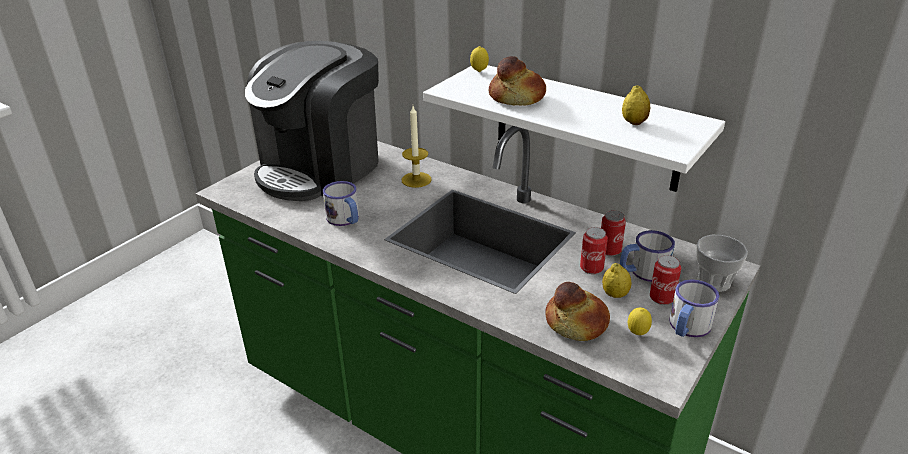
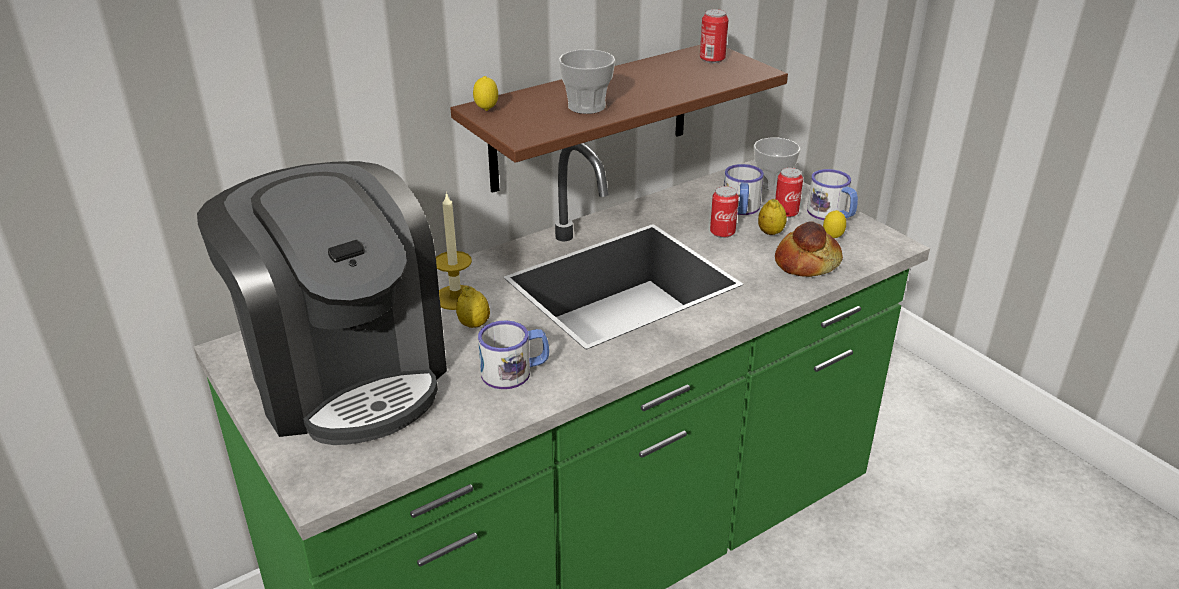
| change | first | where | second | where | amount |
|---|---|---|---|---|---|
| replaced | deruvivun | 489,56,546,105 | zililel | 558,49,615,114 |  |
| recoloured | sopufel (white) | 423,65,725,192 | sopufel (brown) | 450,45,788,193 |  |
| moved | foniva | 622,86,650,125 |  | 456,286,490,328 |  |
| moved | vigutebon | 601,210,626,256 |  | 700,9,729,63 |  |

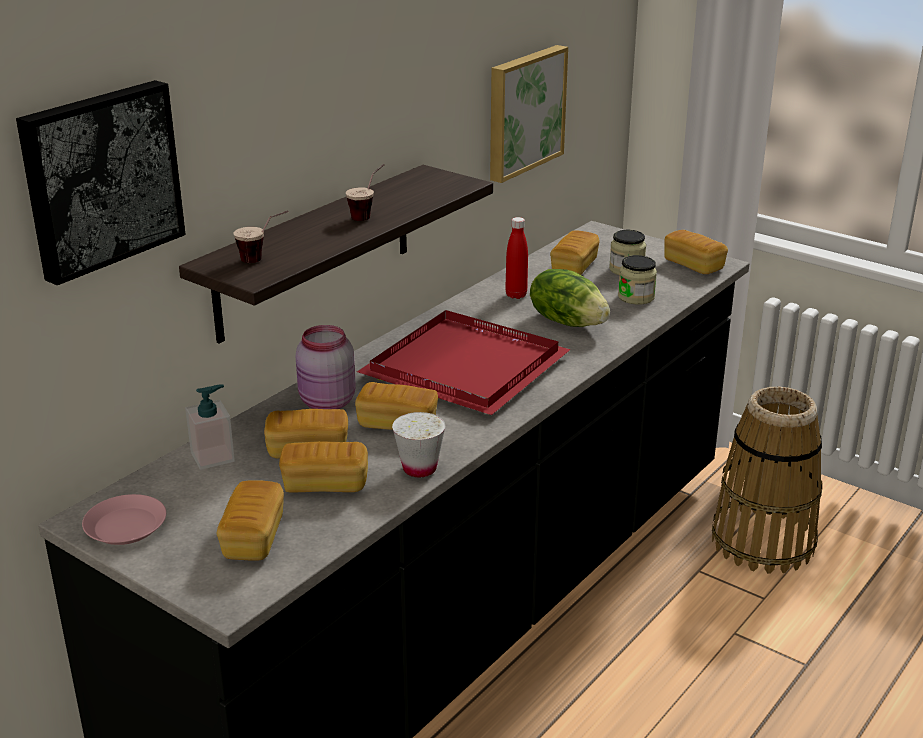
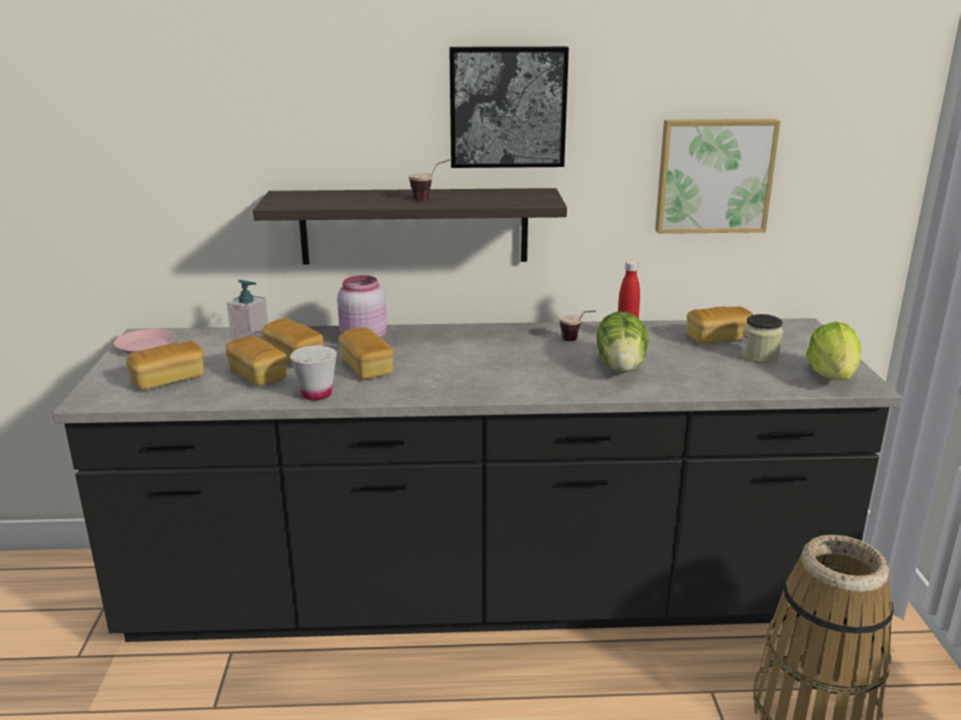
| change | first | where | second | where | amount |
|---|---|---|---|---|---|
| moved | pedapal | 16,80,186,285 |  | 449,46,569,168 |  |
| moved | zililel | 233,211,288,263 |  | 559,311,596,341 |  |
| replaced | deruvivun | 664,230,728,274 | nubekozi | 806,322,861,380 |  |
| removed | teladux | 618,255,657,305 |  |  |  |
| removed | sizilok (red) | 357,310,571,415 |  |  |  |

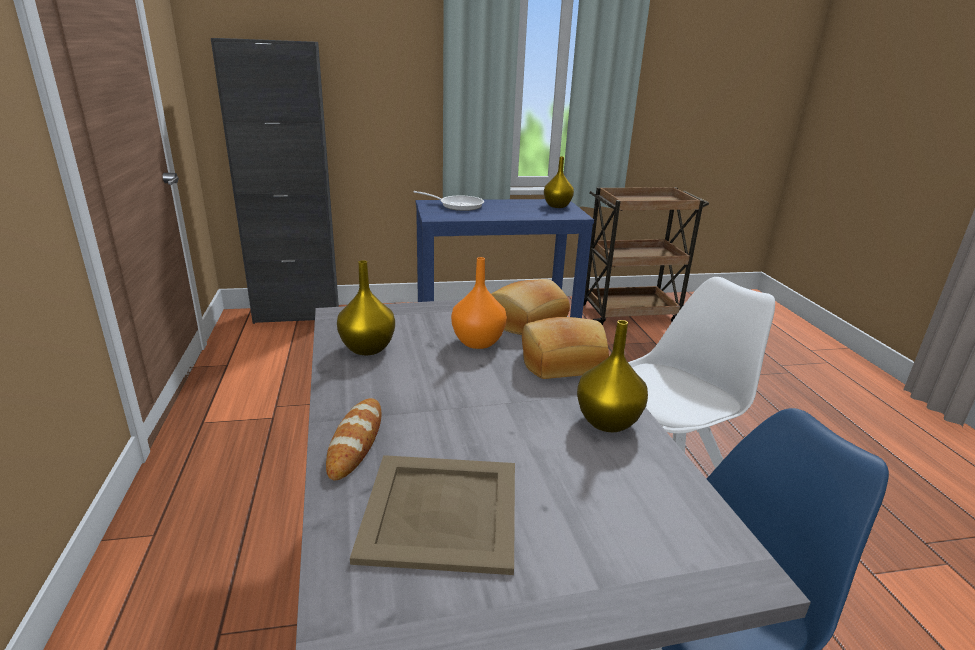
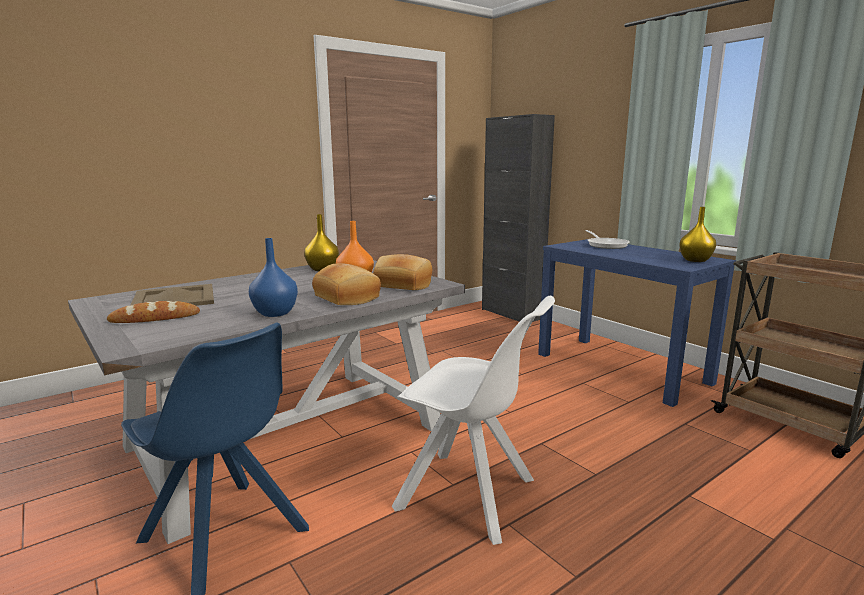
| change | first | where | second | where | amount |
|---|---|---|---|---|---|
| recoloured | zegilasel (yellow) | 577,320,648,432 | zegilasel (blue) | 249,238,298,317 |  |
| moved | deruvivun | 326,398,381,480 |  | 107,301,200,323 |  |

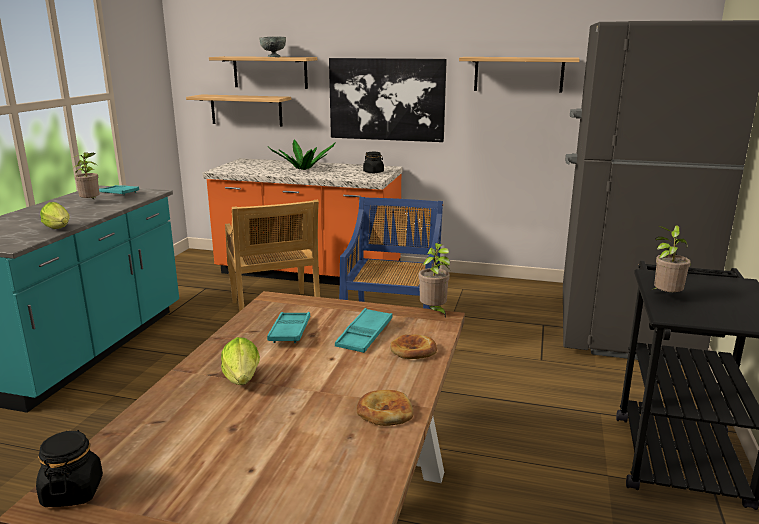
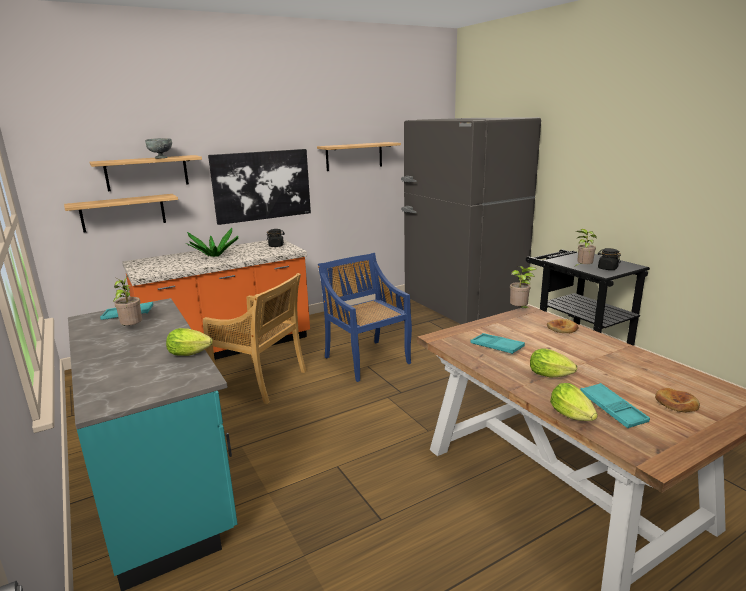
| change | first | where | second | where | amount |
|---|---|---|---|---|---|
| moved | sizilok (turquoise) | 335,308,392,353 |  | 580,383,650,428 |  |
| moved | deruvivun | 356,390,413,426 |  | 655,388,700,412 |  |
| moved | teladux (black) | 36,430,103,507 |  | 598,248,621,270 |  |
| added |  |  | nubekozi | 550,383,598,421 |  |

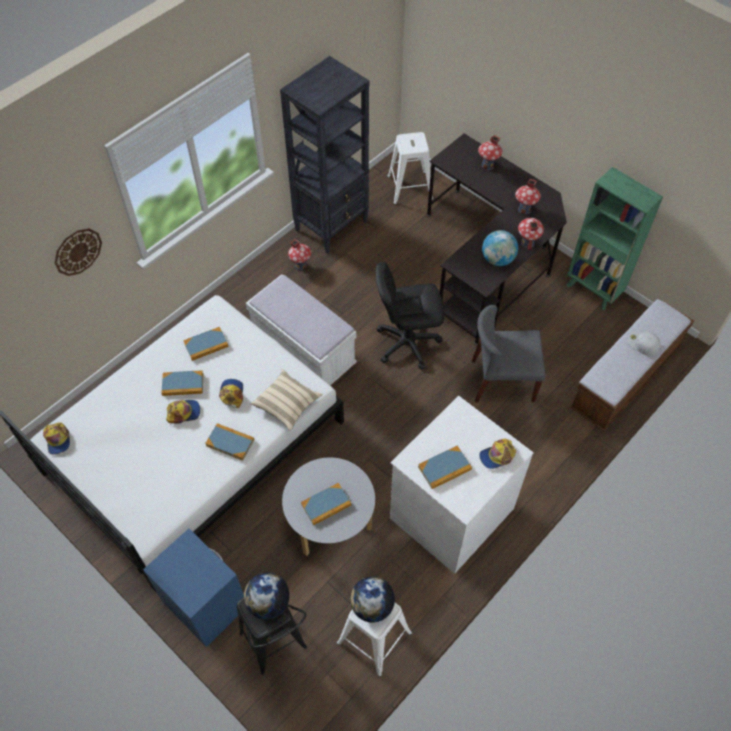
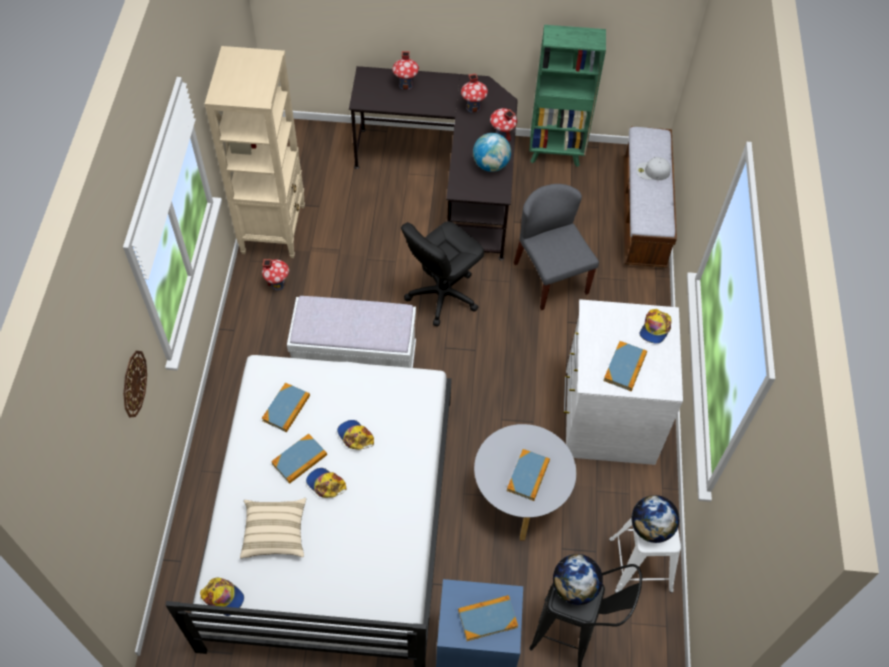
| change | first | where | second | where | amount |
|---|---|---|---|---|---|
| recoloured | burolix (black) | 280,56,370,254 | burolix (beige) | 205,46,305,258 |  |
| removed | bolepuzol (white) | 387,132,433,204 |  |  |  |
| turned | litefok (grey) | 472,305,545,403 |  | 514,184,599,310 | 105 degrees clockwise |
| moved | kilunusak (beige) | 251,369,322,430 |  | 240,498,306,559 |  |
| turned | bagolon | 166,400,200,424 |  | 306,468,347,498 | 90 degrees counterclockwise |
| moved | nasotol | 205,423,254,461 |  | 458,595,518,641 |  |

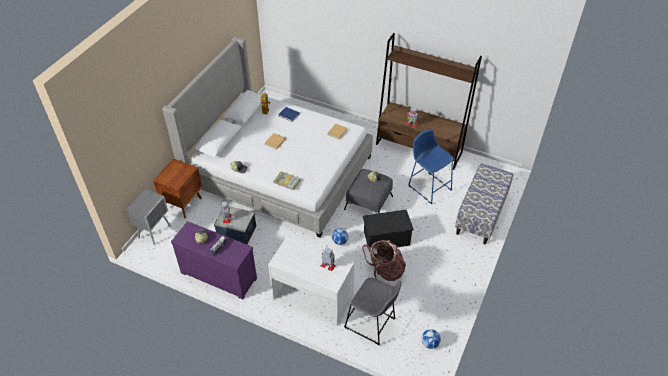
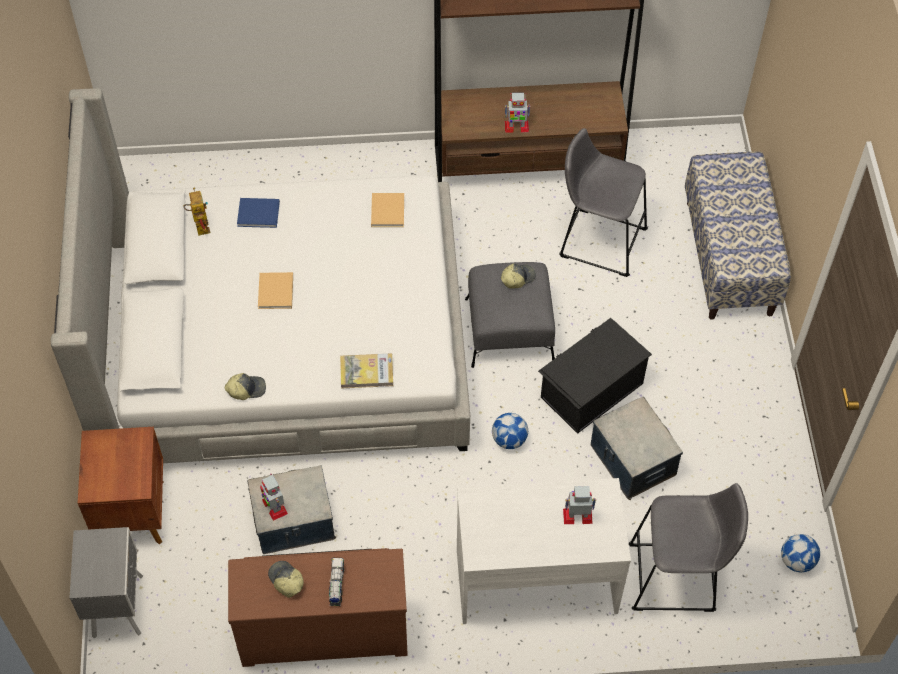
| change | first | where | second | where | amount |
|---|---|---|---|---|---|
| recoloured | bolepuzol (blue) | 408,129,453,204 | bolepuzol (grey) | 559,128,648,277 |  |
| recoloured | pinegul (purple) | 171,221,257,300 | pinegul (brown) | 228,548,408,667 |  |
| replaced | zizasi | 362,240,406,281 | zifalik | 591,397,683,500 |  |

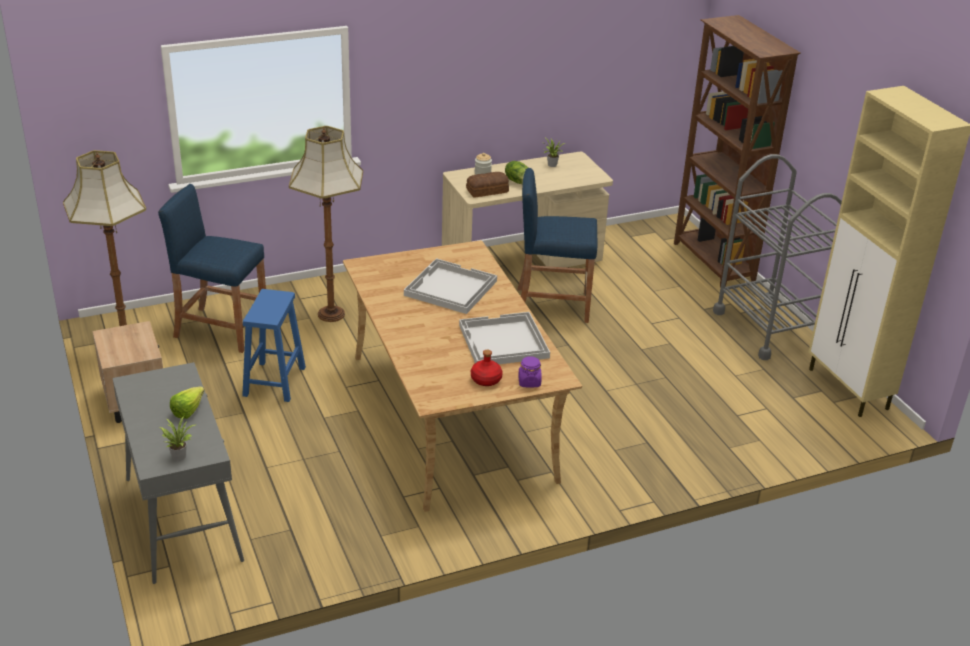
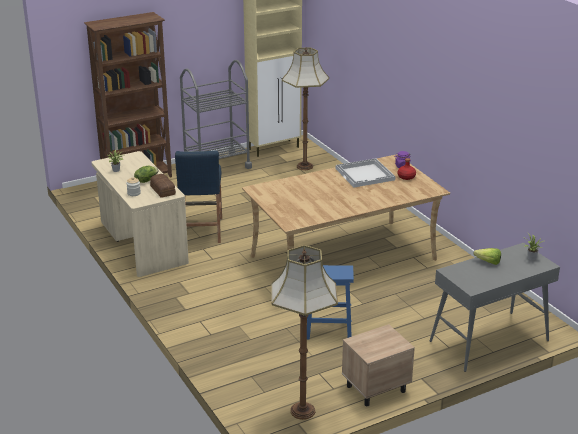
| change | first | where | second | where | amount |
|---|---|---|---|---|---|
| moved | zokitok | 289,126,363,322 |  | 282,47,329,170 |  |
| removed | bolepuzol (blue) | 158,184,266,353 |  |  |  |
| removed | sizilok (white) | 404,258,497,314 |  |  |  |

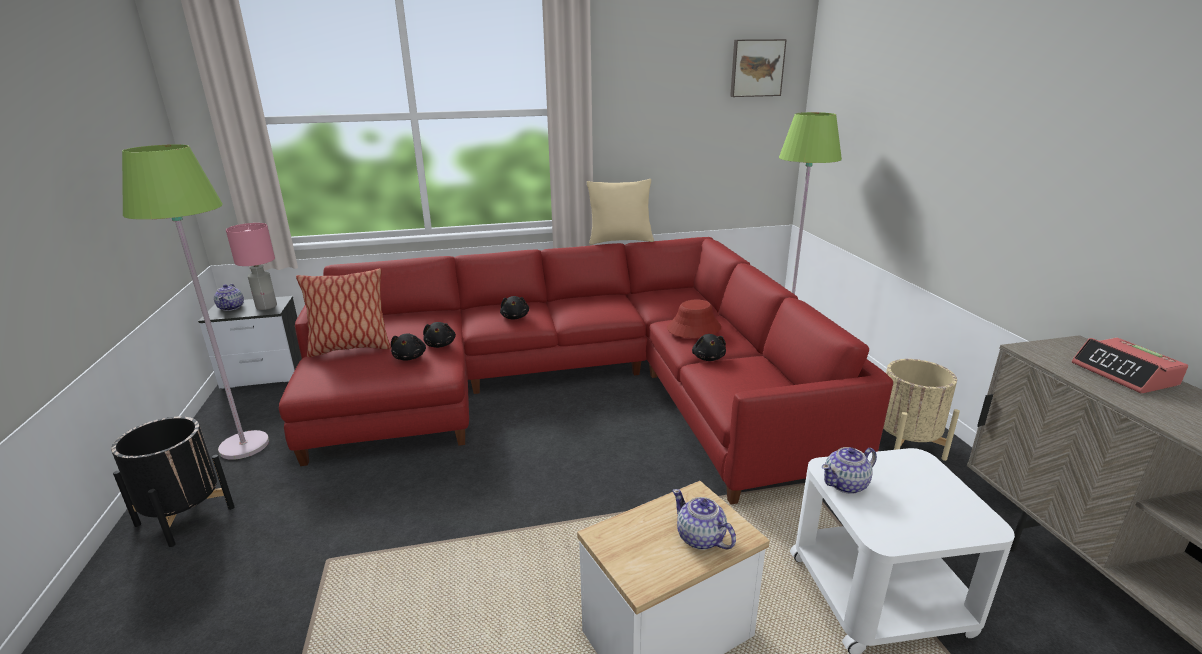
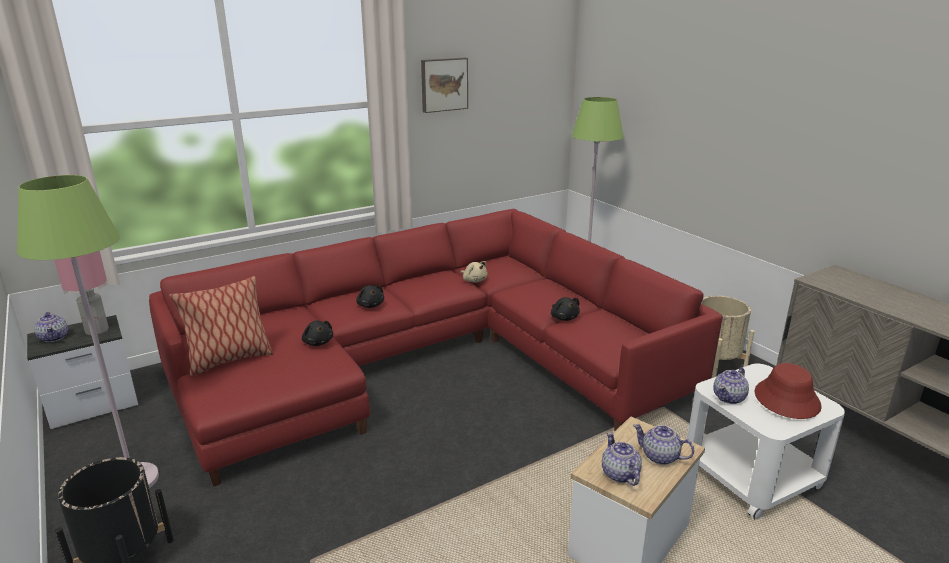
| change | first | where | second | where | amount |
|---|---|---|---|---|---|
| moved | pedapal | 730,39,787,97 |  | 421,58,468,113 |  |
| removed | kilunusak (beige) | 587,179,654,245 |  |  |  |
| moved | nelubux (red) | 667,300,721,338 |  | 755,363,822,419 |  |
| removed | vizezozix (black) | 391,333,426,361 |  |  |  |
| removed | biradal | 1072,338,1188,394 |  |  |  |
| added |  |  | vizezozix (beige) | 460,261,487,283 |  |
| added |  |  | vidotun | 602,432,642,486 |  |

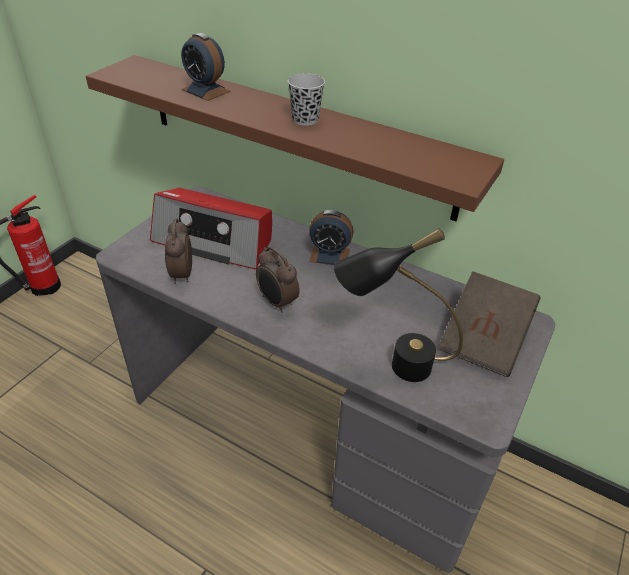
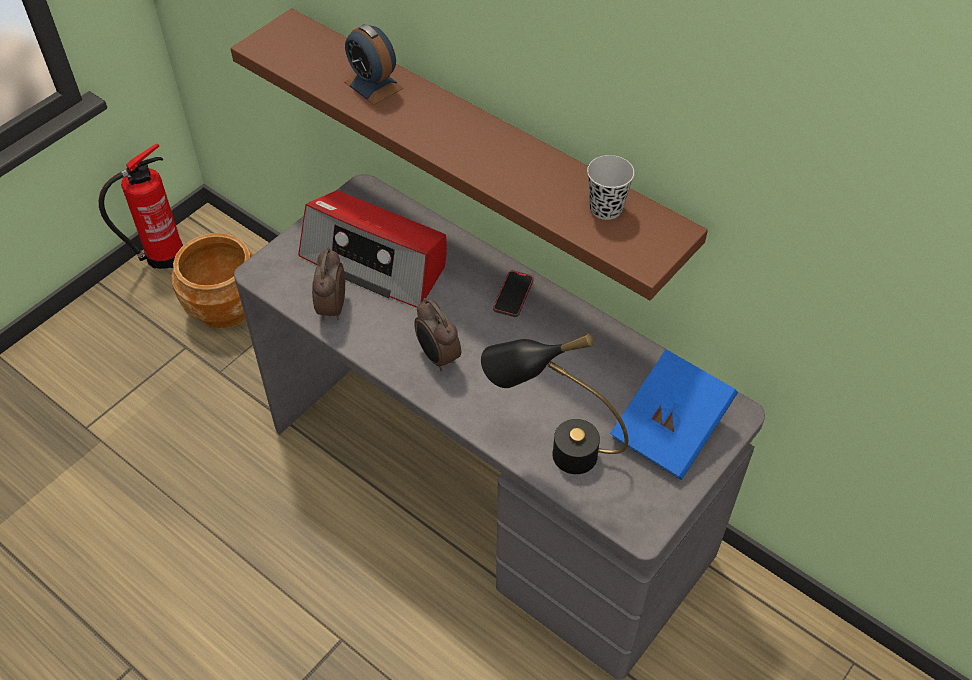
| change | first | where | second | where | amount |
|---|---|---|---|---|---|
| moved | zililel (black) | 288,73,325,126 |  | 587,155,634,220 |  |
| replaced | biradal | 309,210,353,265 | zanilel | 493,270,534,317 |  |
| recoloured | nasotol (brown) | 439,271,541,377 | nasotol (blue) | 610,349,738,480 |  |
| added |  |  | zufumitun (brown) | 171,233,254,329 |  |

